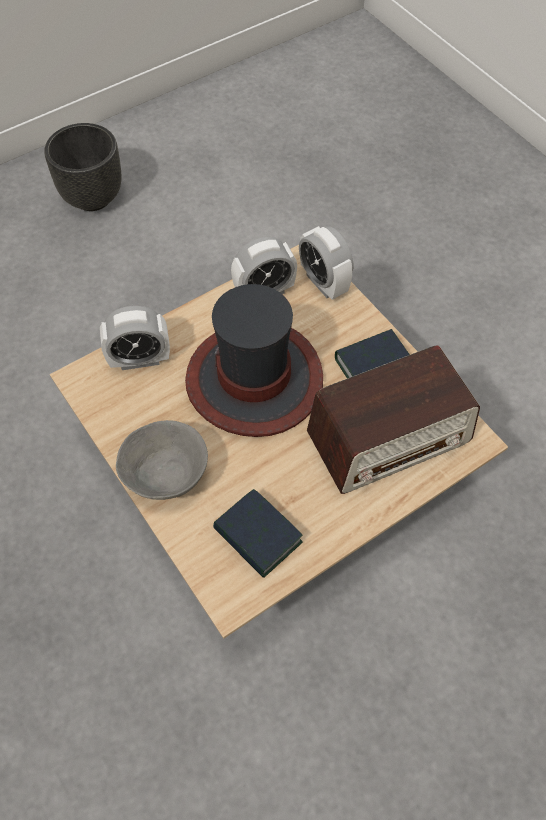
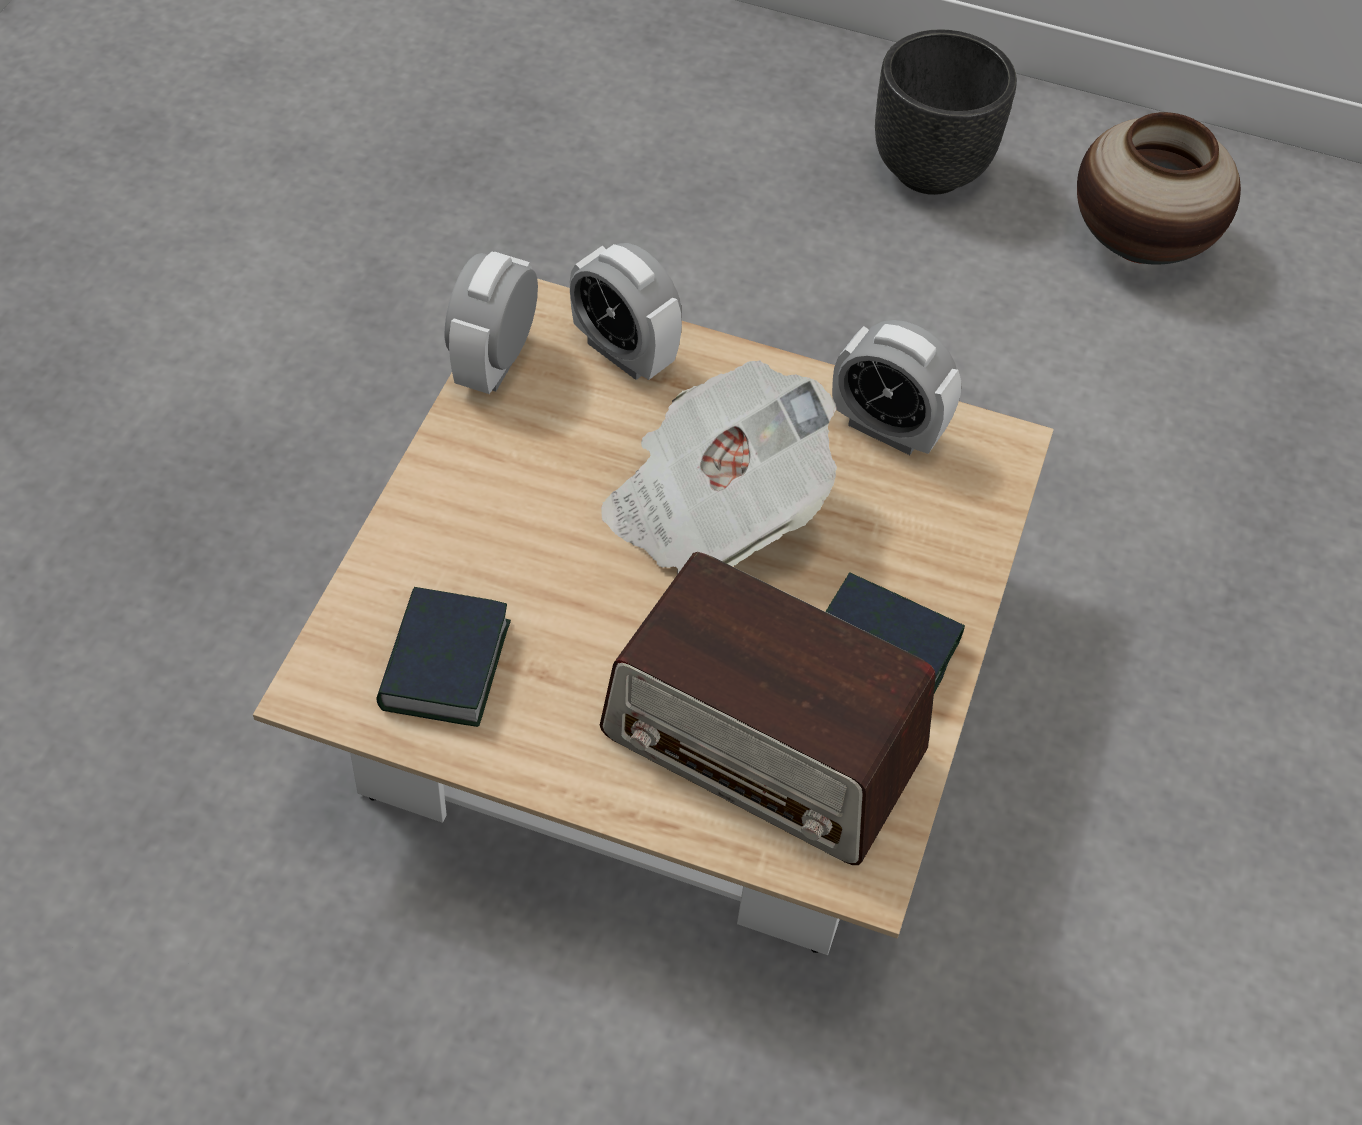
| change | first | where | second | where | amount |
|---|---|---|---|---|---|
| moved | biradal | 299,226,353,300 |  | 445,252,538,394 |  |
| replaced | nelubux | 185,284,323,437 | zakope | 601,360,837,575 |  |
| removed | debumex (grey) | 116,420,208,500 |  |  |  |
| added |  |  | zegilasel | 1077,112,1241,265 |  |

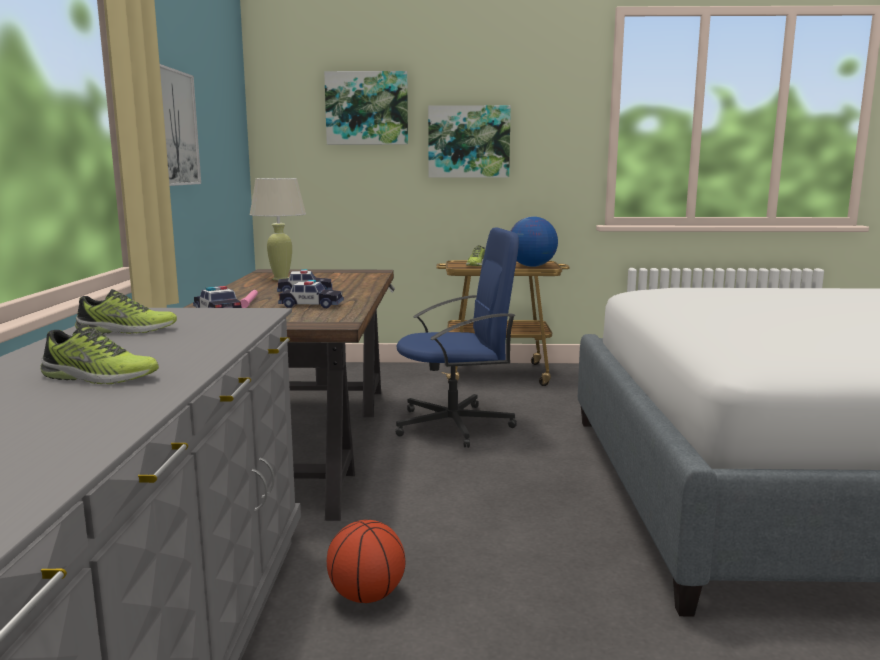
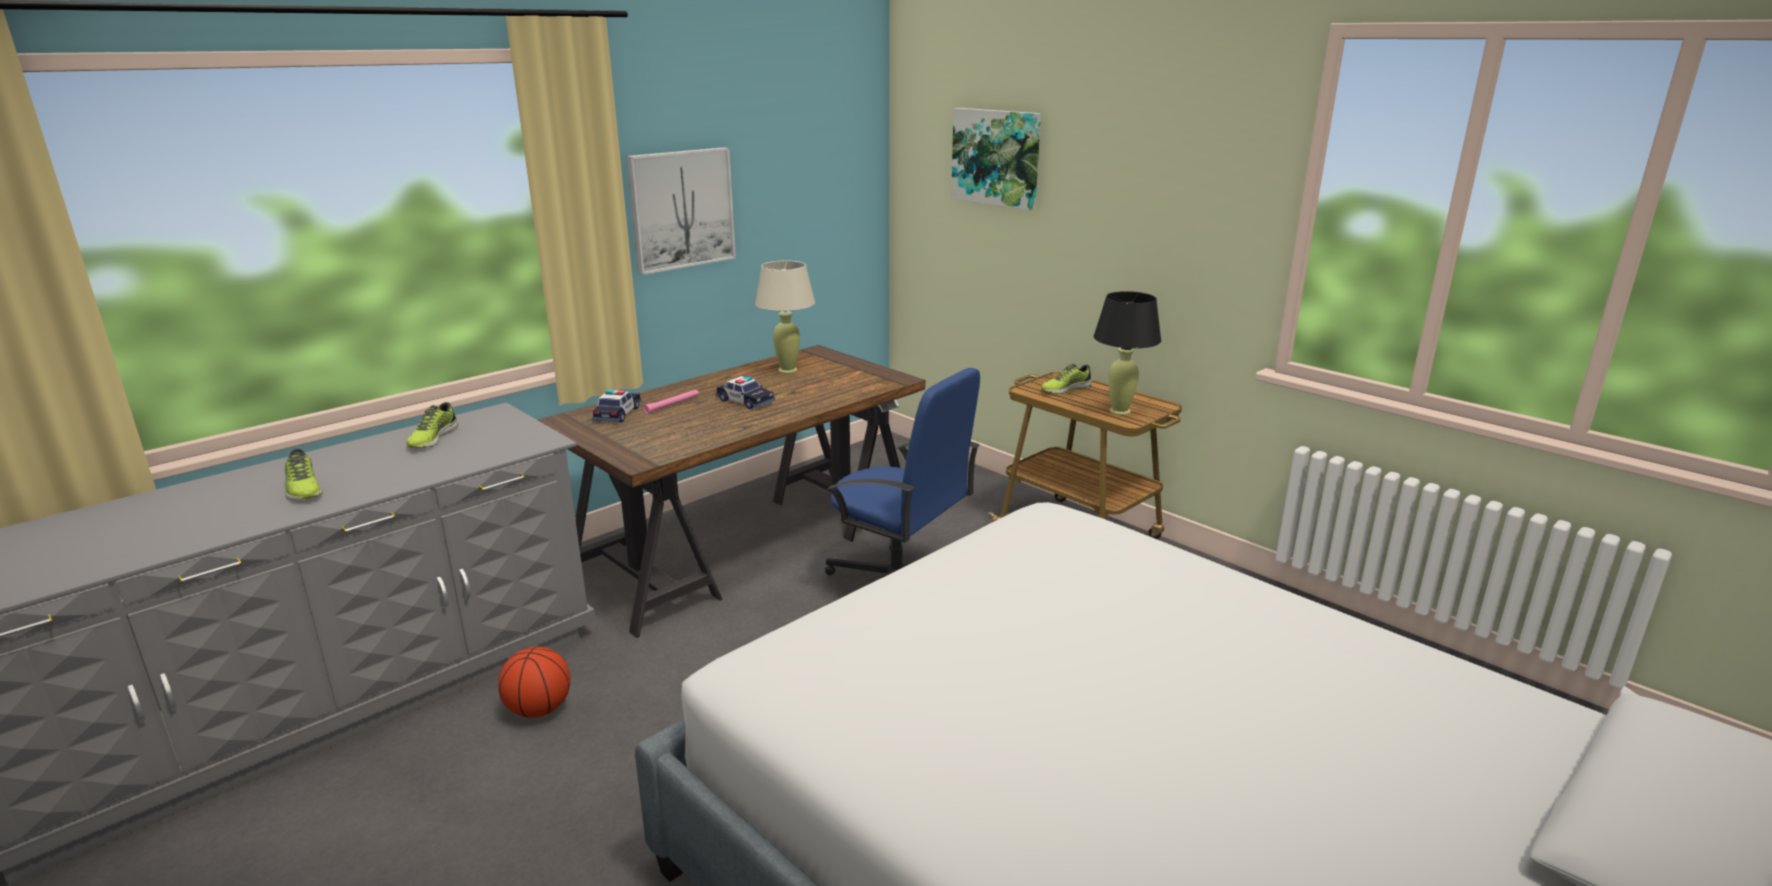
| change | first | where | second | where | amount |
|---|---|---|---|---|---|
| removed | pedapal | 428,105,511,178 |  |  |  |
| replaced | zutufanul | 511,217,558,267 | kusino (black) | 1094,291,1161,415 |  |
| removed | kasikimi | 278,280,344,308 |  |  |  |
| turned | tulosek | 75,289,177,334 |  | 406,402,458,448 | 60 degrees clockwise |

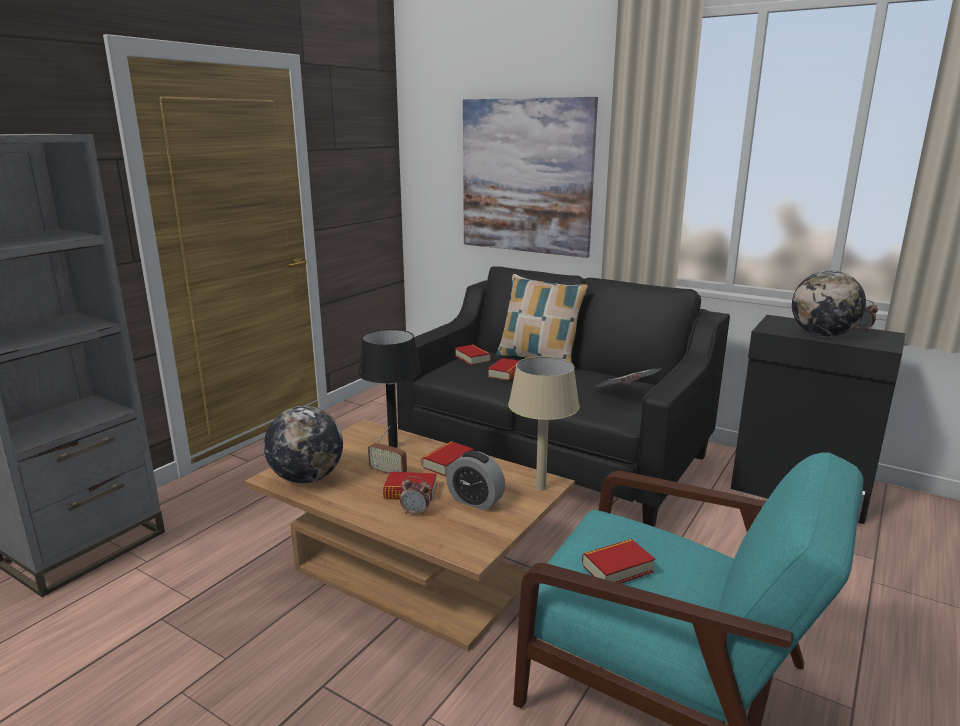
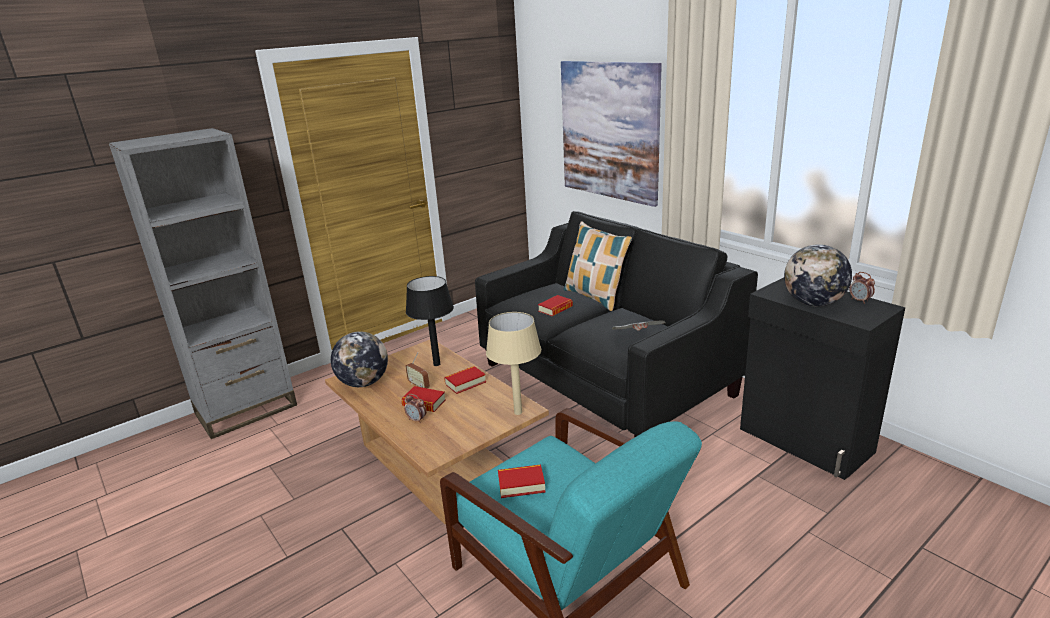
| change | first | where | second | where | amount |
|---|---|---|---|---|---|
| removed | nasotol | 455,345,491,365 |  |  |  |
| removed | biradal | 446,451,505,511 |  |  |  |

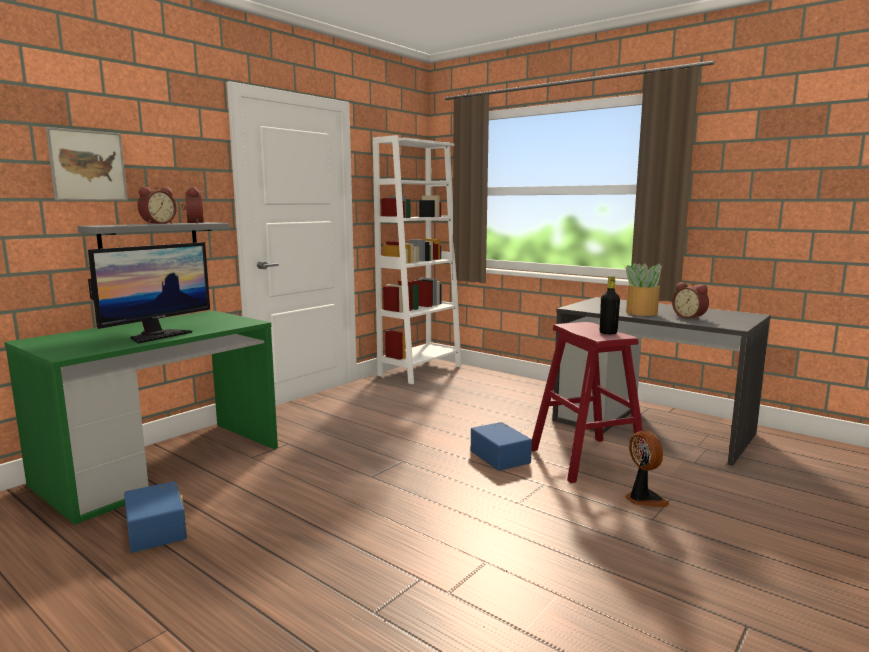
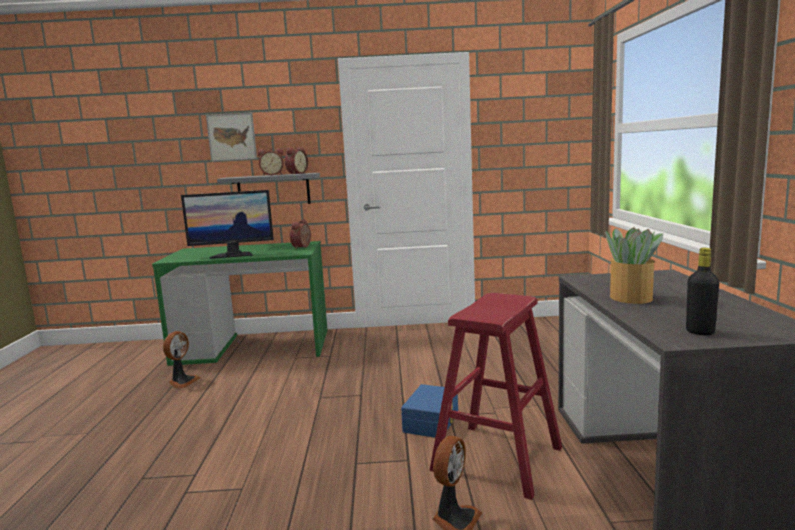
| change | first | where | second | where | amount |
|---|---|---|---|---|---|
| removed | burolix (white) | 373,135,461,384 |  |  |  |
| moved | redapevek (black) | 600,276,620,334 |  | 686,248,719,335 |  |
| moved | biradal | 672,282,709,320 |  | 290,219,311,249 |  |
| replaced | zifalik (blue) | 124,481,187,553 | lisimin | 163,331,200,389 |  |

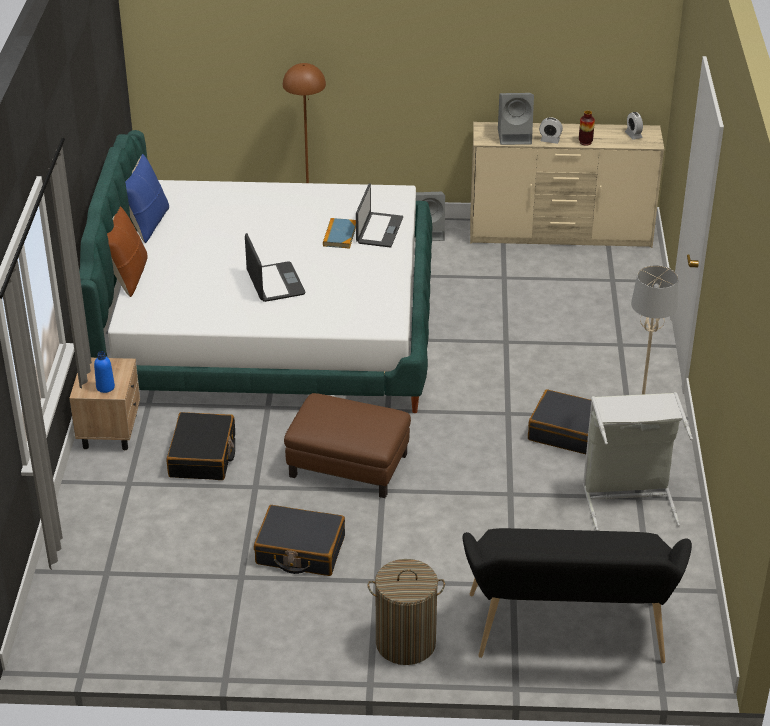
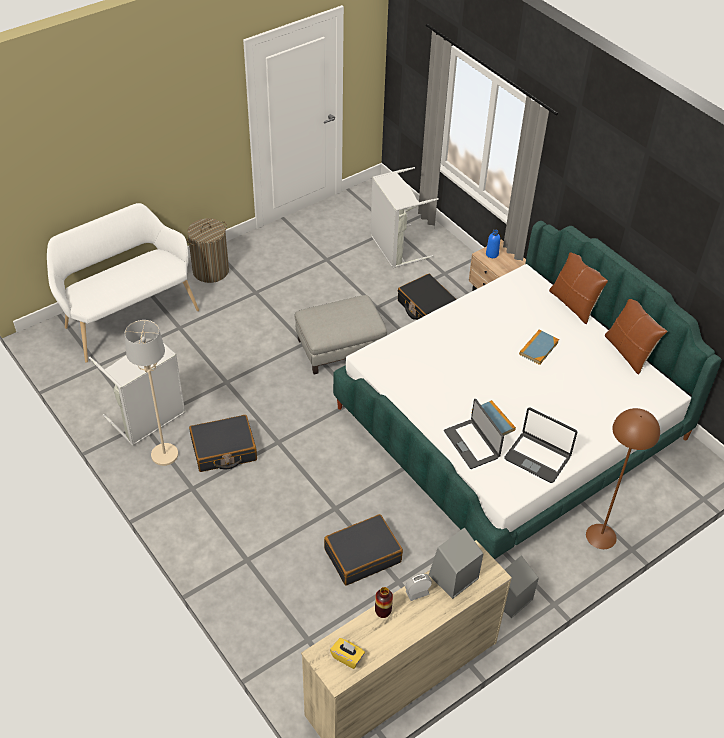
| change | first | where | second | where | amount |
|---|---|---|---|---|---|
| replaced | biradal | 625,112,643,140 | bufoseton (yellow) | 330,638,365,669 |  |
| recoloured | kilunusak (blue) | 125,154,169,243 | kilunusak (brown) | 605,299,667,375 |  |
| moved | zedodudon | 245,233,305,302 |  | 504,407,577,483 |  |
| recoloured | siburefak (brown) | 284,393,411,498 | siburefak (grey) | 295,295,387,374 |  |
| moved | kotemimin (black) | 254,505,345,576 |  | 324,514,403,586 |  |
| recoloured | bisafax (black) | 462,528,692,663 | bisafax (white) | 47,203,199,363 |  |
| added |  |  | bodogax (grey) | 370,167,439,268 |  |
| added |  |  | nasotol | 519,330,559,365 |  |

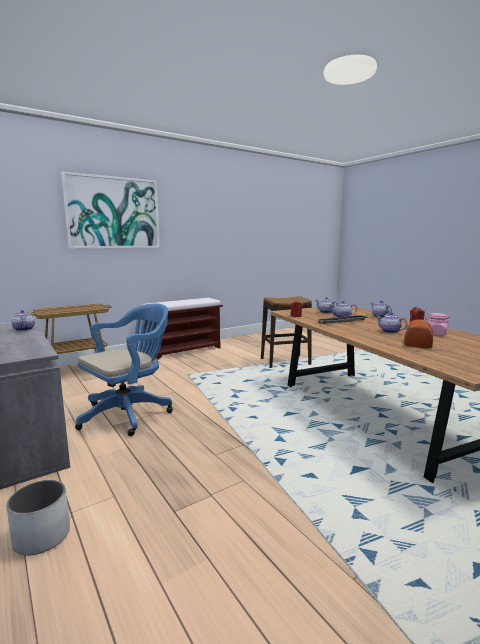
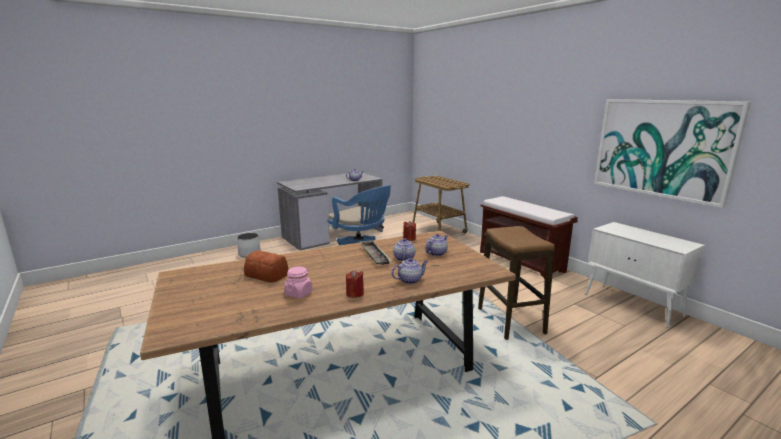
| change | first | where | second | where | amount |
|---|---|---|---|---|---|
| moved | pedapal | 61,172,160,249 |  | 594,99,751,208 |  |
| removed | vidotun | 376,312,408,333 |  |  |  |
| added |  |  | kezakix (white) | 586,222,705,328 |  |

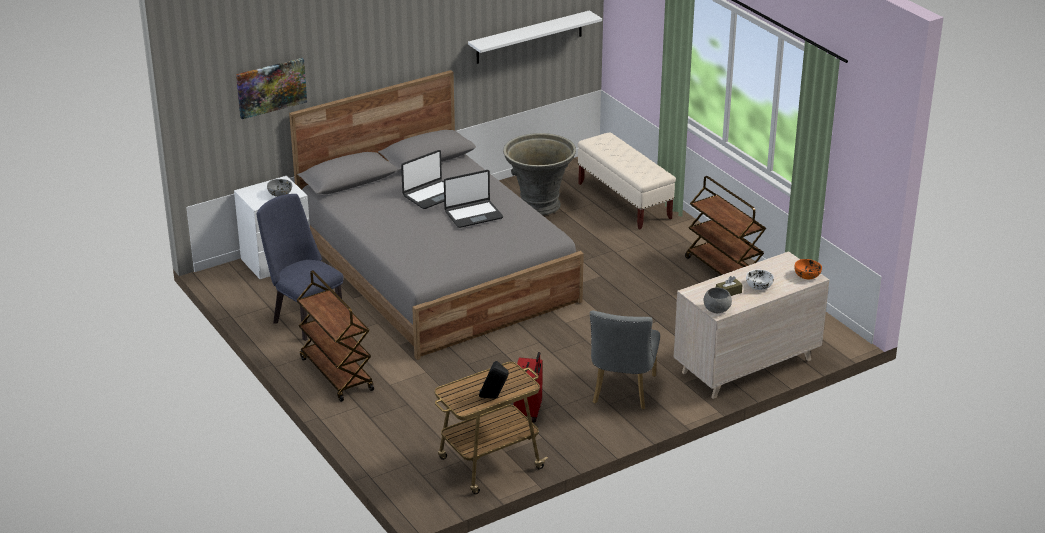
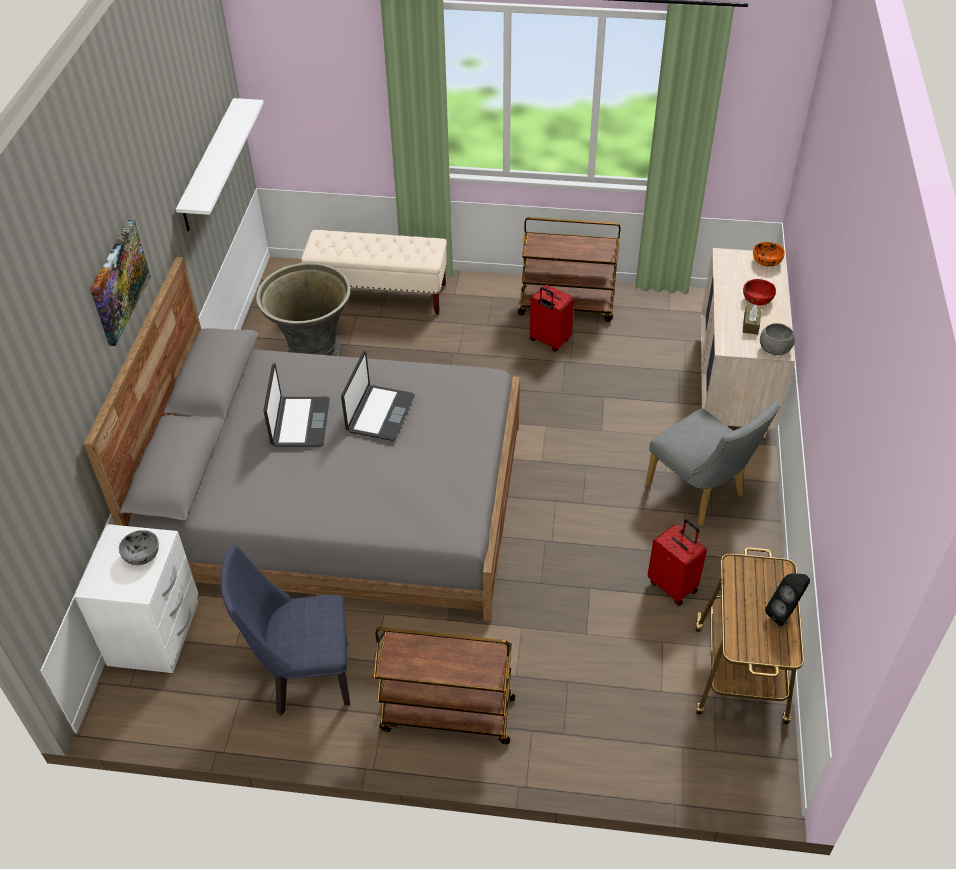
| change | first | where | second | where | amount |
|---|---|---|---|---|---|
| moved | pedapal | 236,58,307,119 |  | 90,220,151,346 |  |
| recoloured | debumex (white) | 746,270,774,290 | debumex (red) | 743,279,776,305 |  |
| added |  |  | kotemimin (red) | 530,285,574,351 |  |

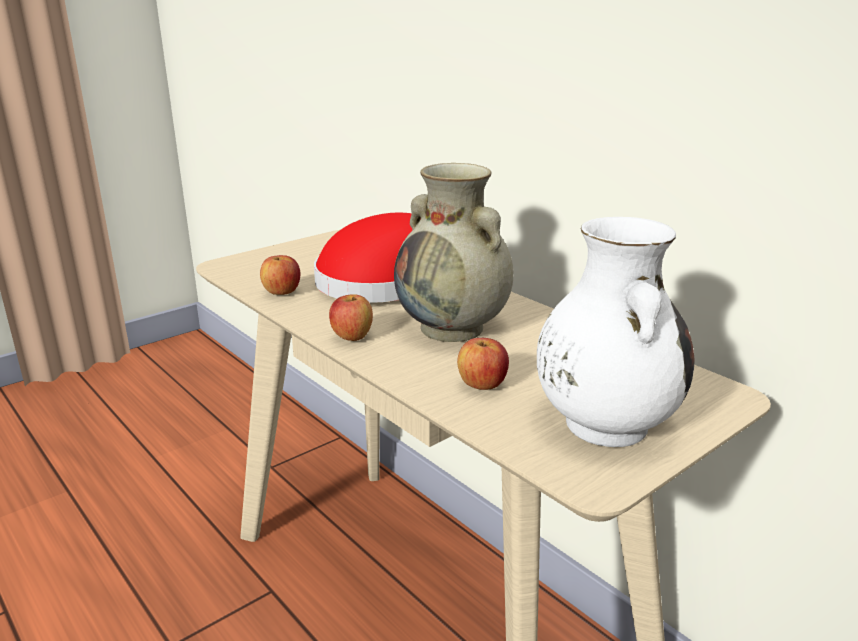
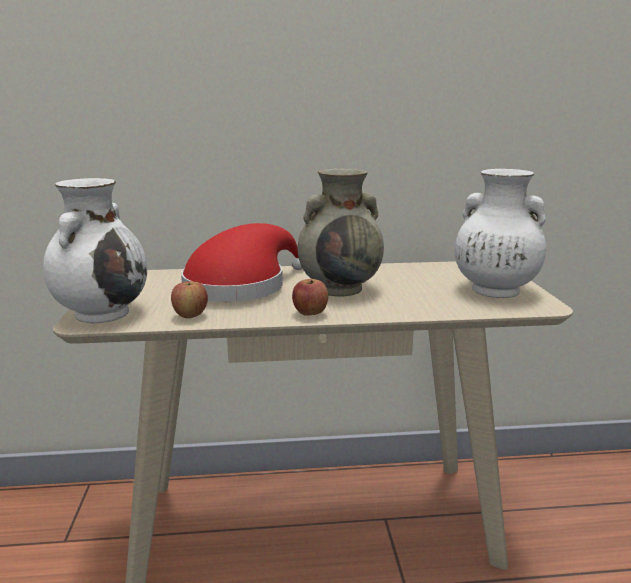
| change | first | where | second | where | amount |
|---|---|---|---|---|---|
| removed | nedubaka | 457,338,509,390 |  |  |  |
| added |  |  | zegilasel (white) | 43,178,147,323 |  |

